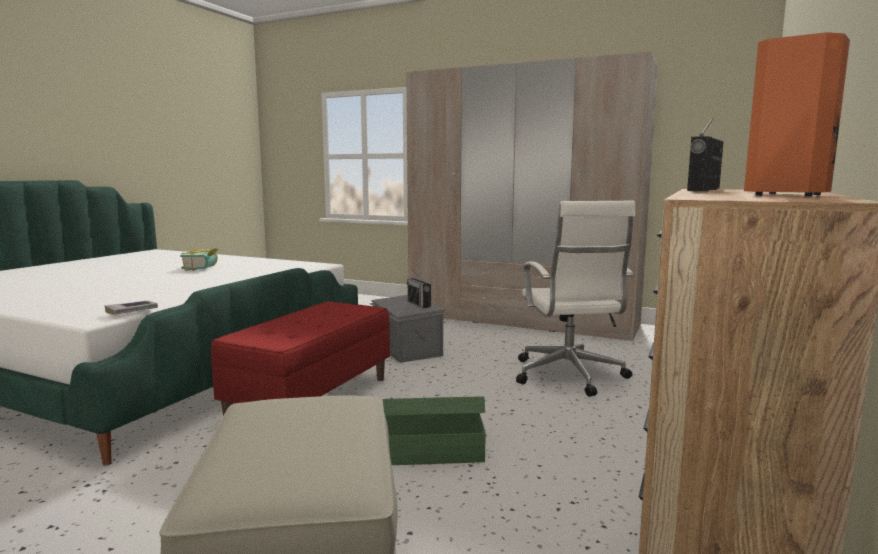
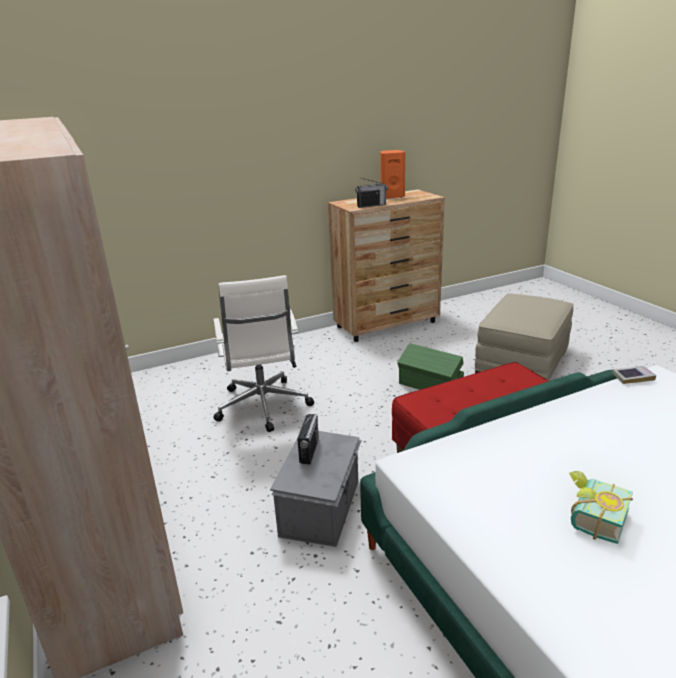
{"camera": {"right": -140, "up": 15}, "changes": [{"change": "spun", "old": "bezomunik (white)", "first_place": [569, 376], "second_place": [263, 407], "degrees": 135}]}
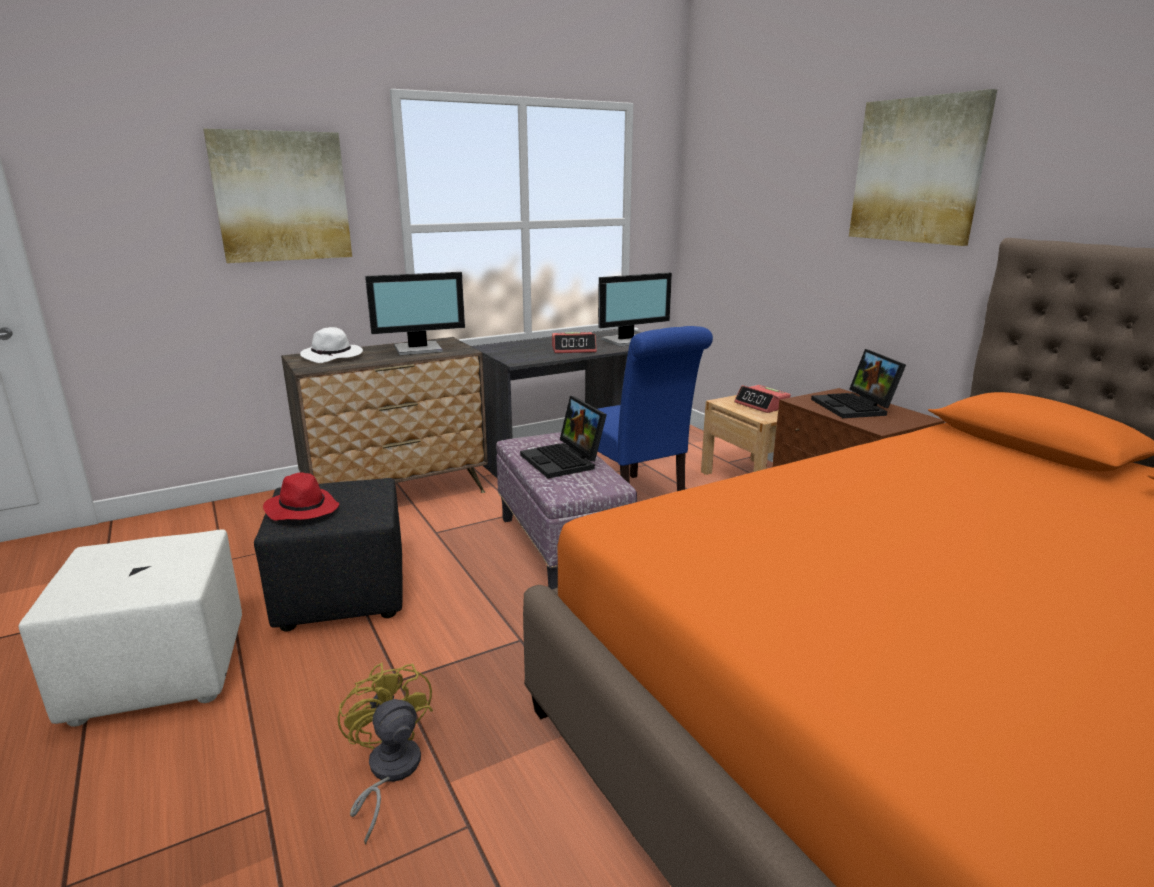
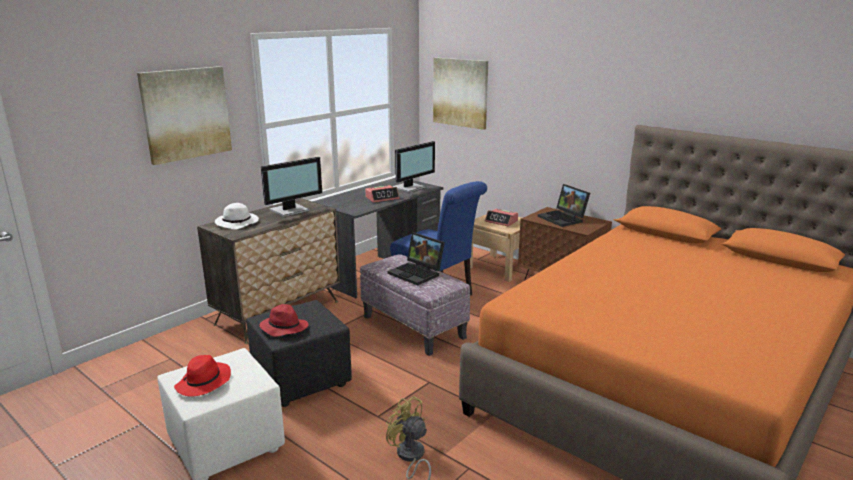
{"camera": {"right": -20, "up": 0}, "changes": [{"change": "relocated", "old": "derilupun", "first_place": [917, 171], "second_place": [460, 92]}, {"change": "appeared", "new": "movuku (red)", "second_place": [204, 383]}]}
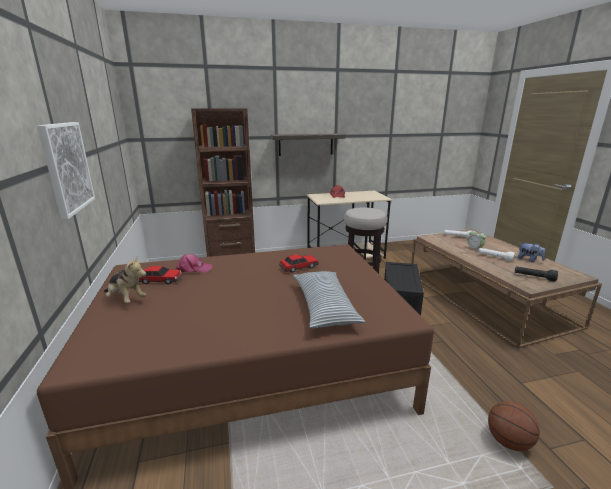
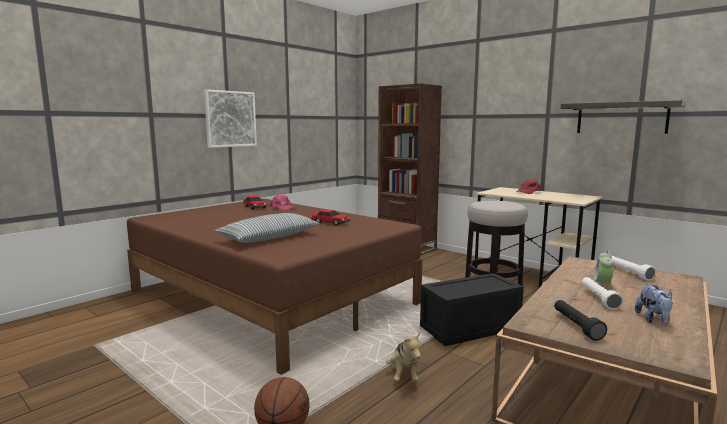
{"camera": {"right": 55, "up": -10}, "changes": [{"change": "relocated", "old": "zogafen", "first_place": [306, 144], "second_place": [621, 118]}, {"change": "relocated", "old": "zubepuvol", "first_place": [126, 299], "second_place": [404, 375]}]}
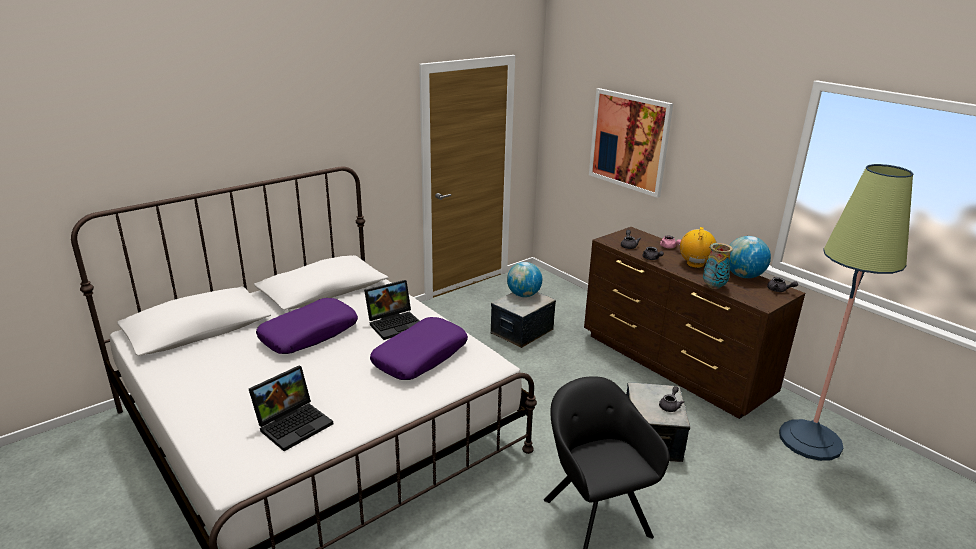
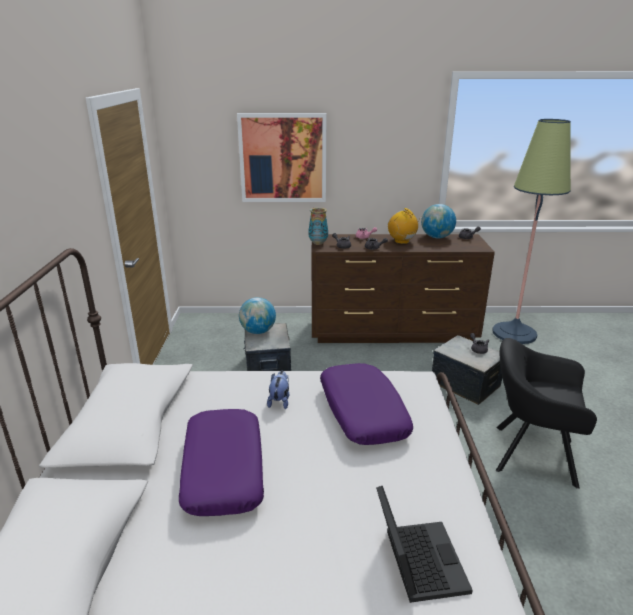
{"camera": {"right": -50, "up": 0}, "changes": [{"change": "relocated", "old": "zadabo", "first_place": [713, 287], "second_place": [318, 243]}, {"change": "exchanged", "old": "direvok", "new": "zubepuvol", "first_place": [396, 323], "second_place": [279, 401]}]}
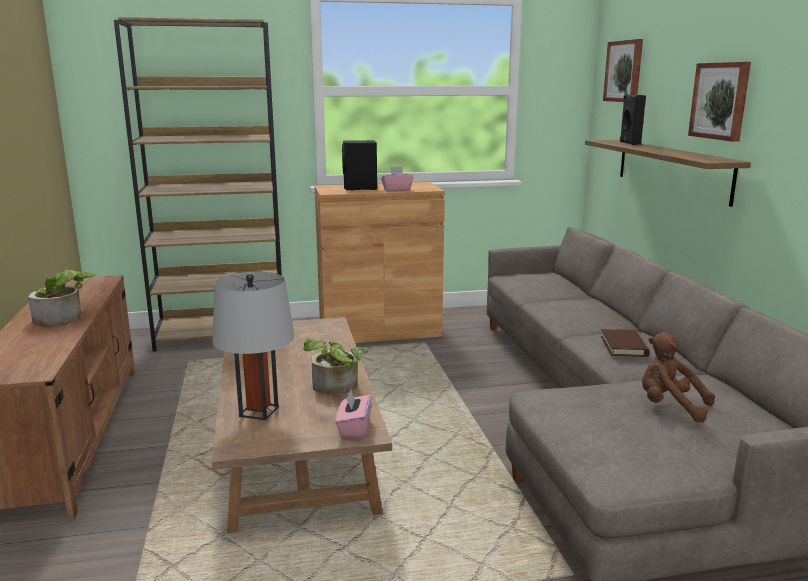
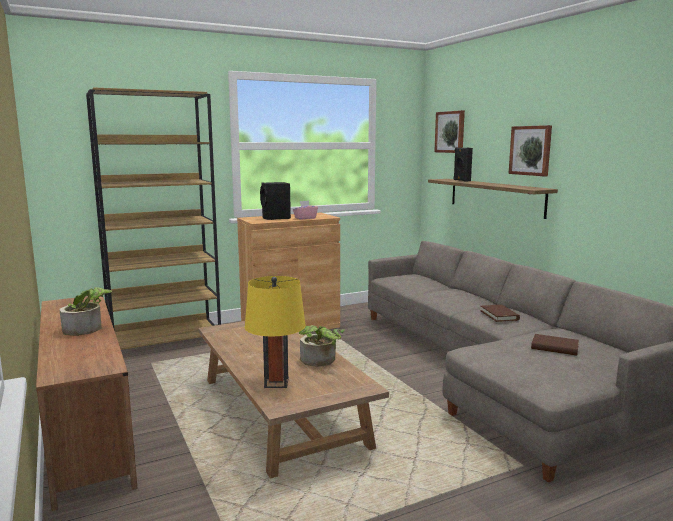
{"camera": {"right": -15, "up": -5}, "changes": [{"change": "colour", "old": "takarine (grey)", "new": "takarine (yellow)", "first_place": [259, 411], "second_place": [276, 382]}, {"change": "exchanged", "old": "zubepuvol (brown)", "new": "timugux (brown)", "first_place": [669, 407], "second_place": [554, 347]}, {"change": "missing", "old": "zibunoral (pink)", "first_place": [354, 428]}]}
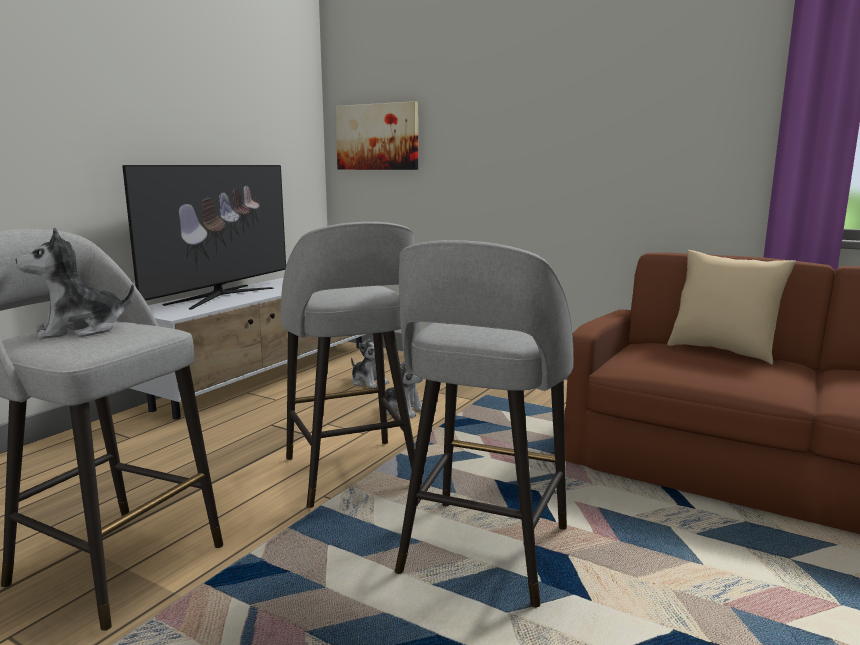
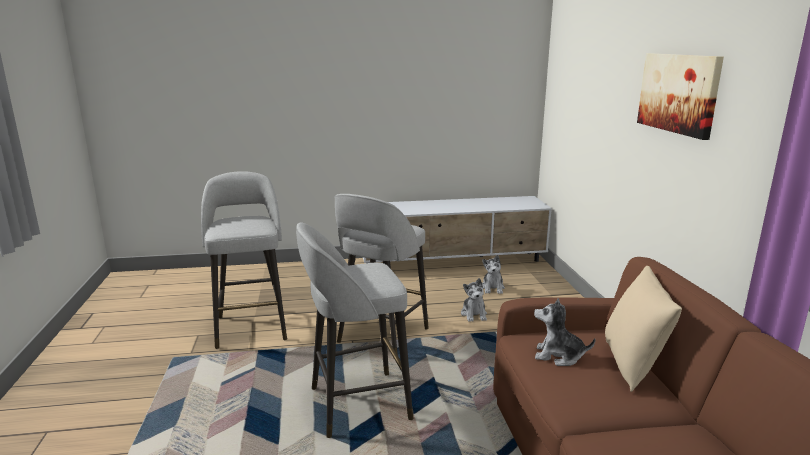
{"camera": {"right": 50, "up": 5}, "changes": [{"change": "relocated", "old": "derilupun", "first_place": [377, 137], "second_place": [678, 93]}, {"change": "missing", "old": "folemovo", "first_place": [220, 296]}, {"change": "relocated", "old": "zubepuvol", "first_place": [80, 330], "second_place": [558, 356]}]}
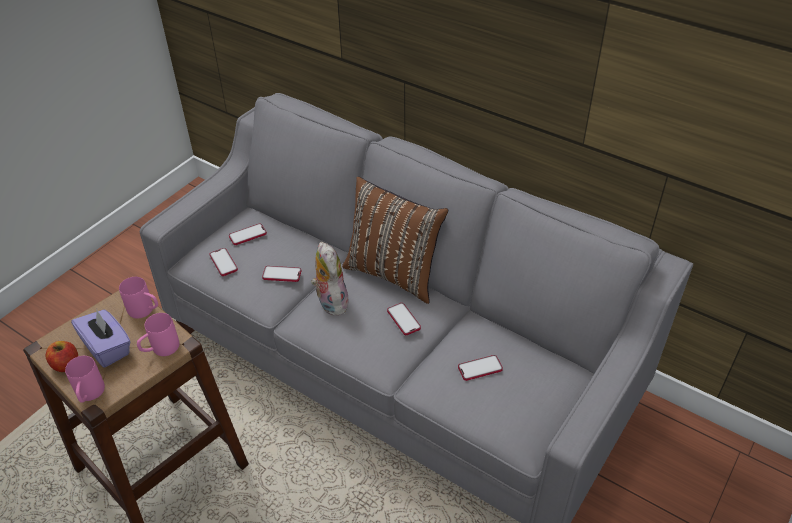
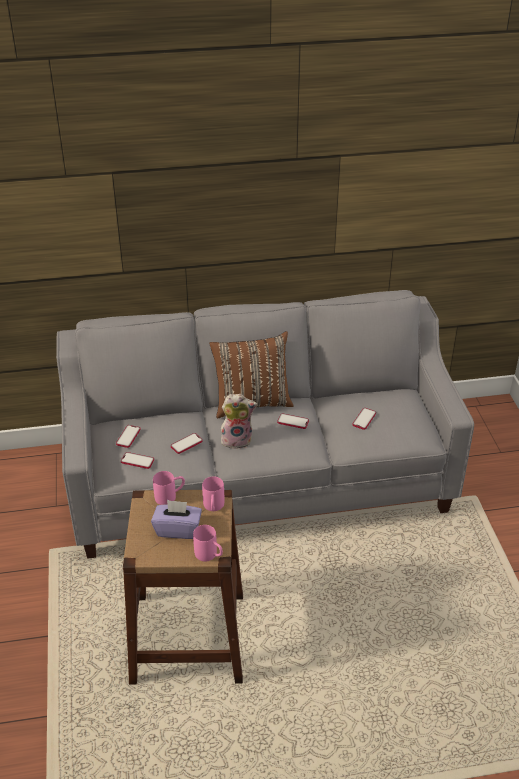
{"camera": {"right": -45, "up": -5}, "changes": [{"change": "spun", "old": "zubepuvol", "first_place": [330, 302], "second_place": [237, 440], "degrees": 150}, {"change": "missing", "old": "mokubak", "first_place": [66, 364]}]}
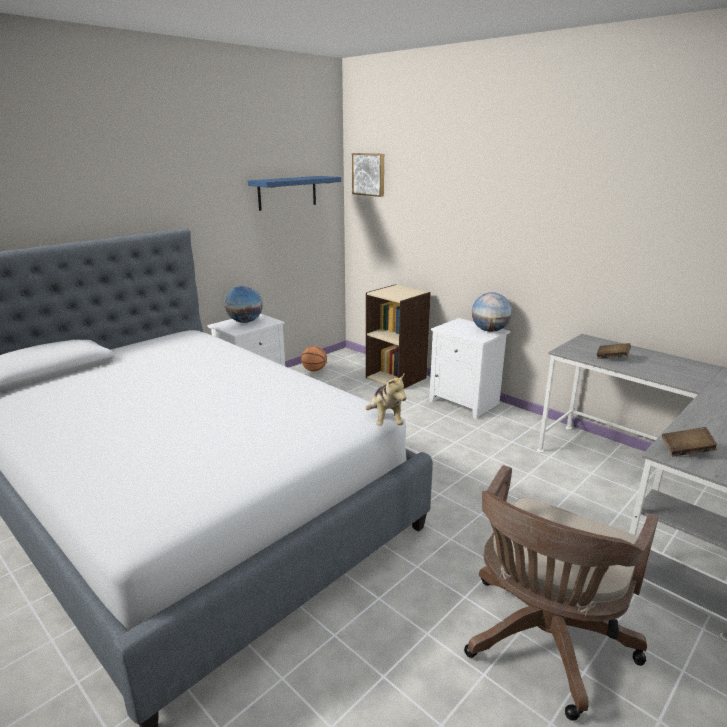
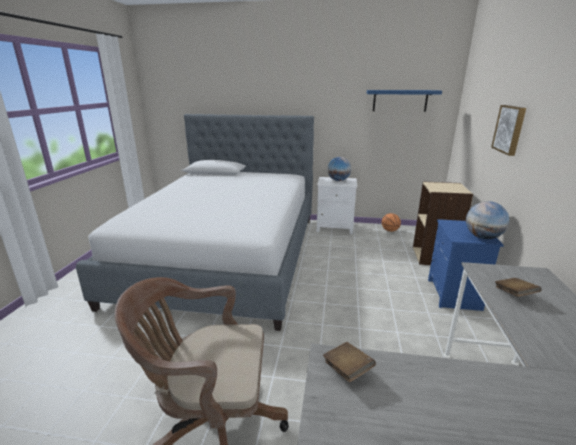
{"camera": {"right": 55, "up": 0}, "changes": [{"change": "relocated", "old": "derilupun", "first_place": [369, 174], "second_place": [510, 129]}, {"change": "colour", "old": "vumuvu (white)", "new": "vumuvu (blue)", "first_place": [466, 402], "second_place": [455, 295]}, {"change": "missing", "old": "zubepuvol", "first_place": [385, 420]}]}
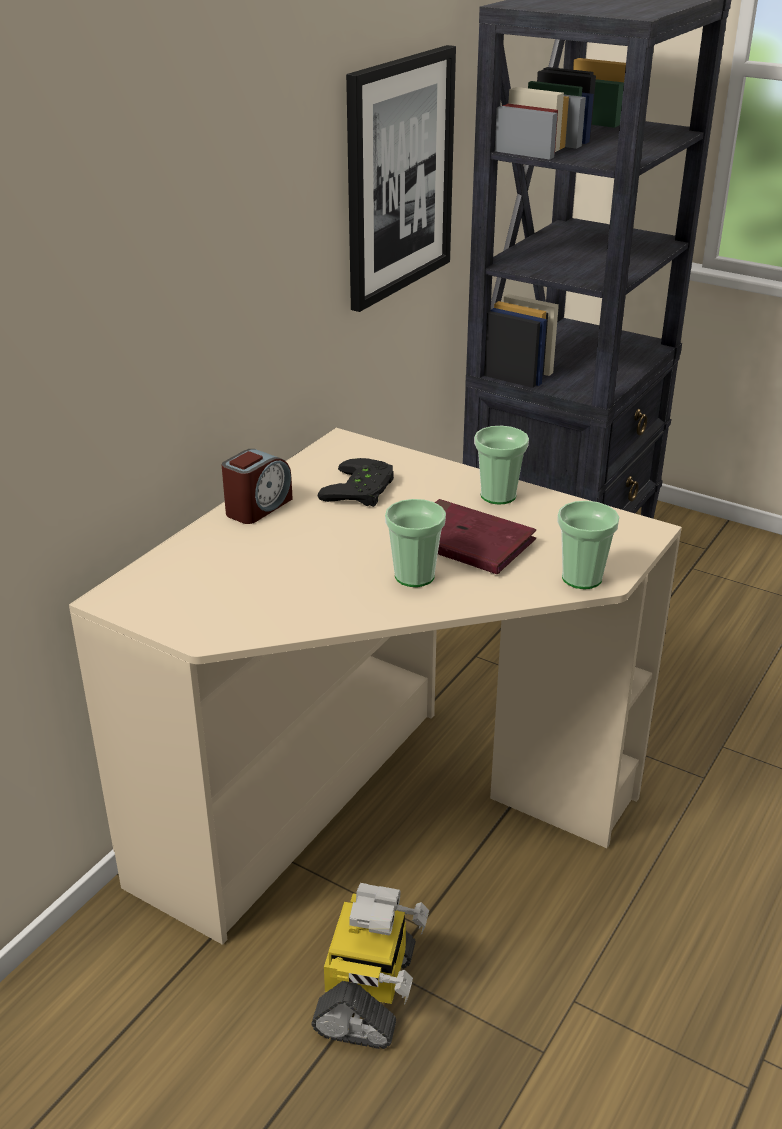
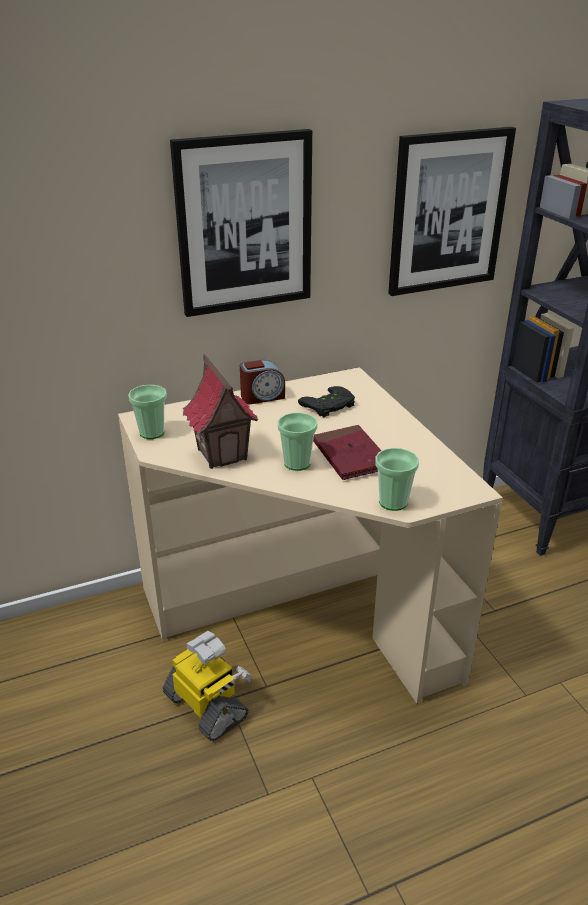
{"camera": {"right": 35, "up": 0}, "changes": [{"change": "relocated", "old": "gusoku", "first_place": [498, 495], "second_place": [152, 432]}, {"change": "spun", "old": "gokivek", "first_place": [368, 993], "second_place": [207, 706], "degrees": -90}, {"change": "appeared", "new": "derilupun", "second_place": [244, 224]}, {"change": "appeared", "new": "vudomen", "second_place": [223, 454]}]}
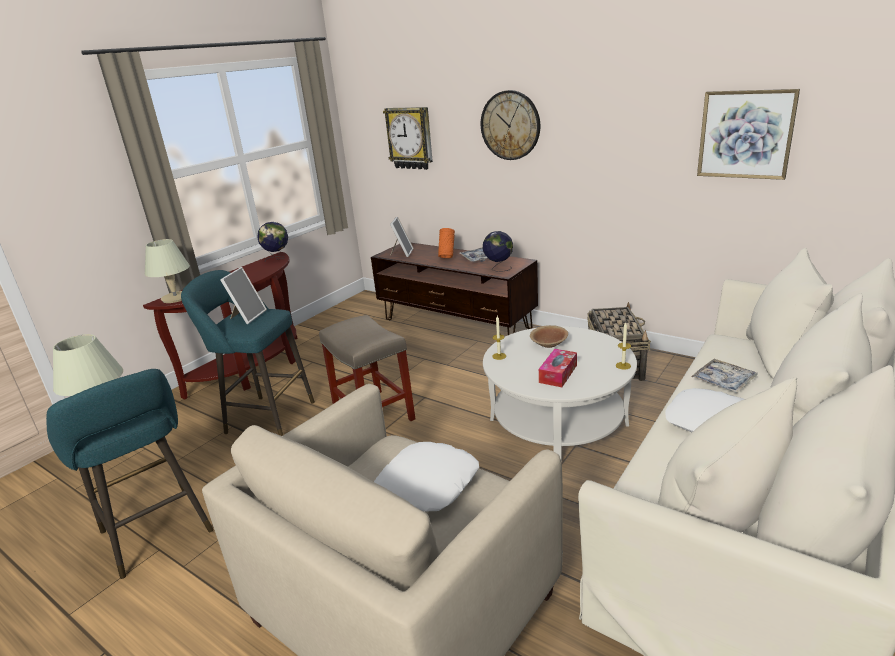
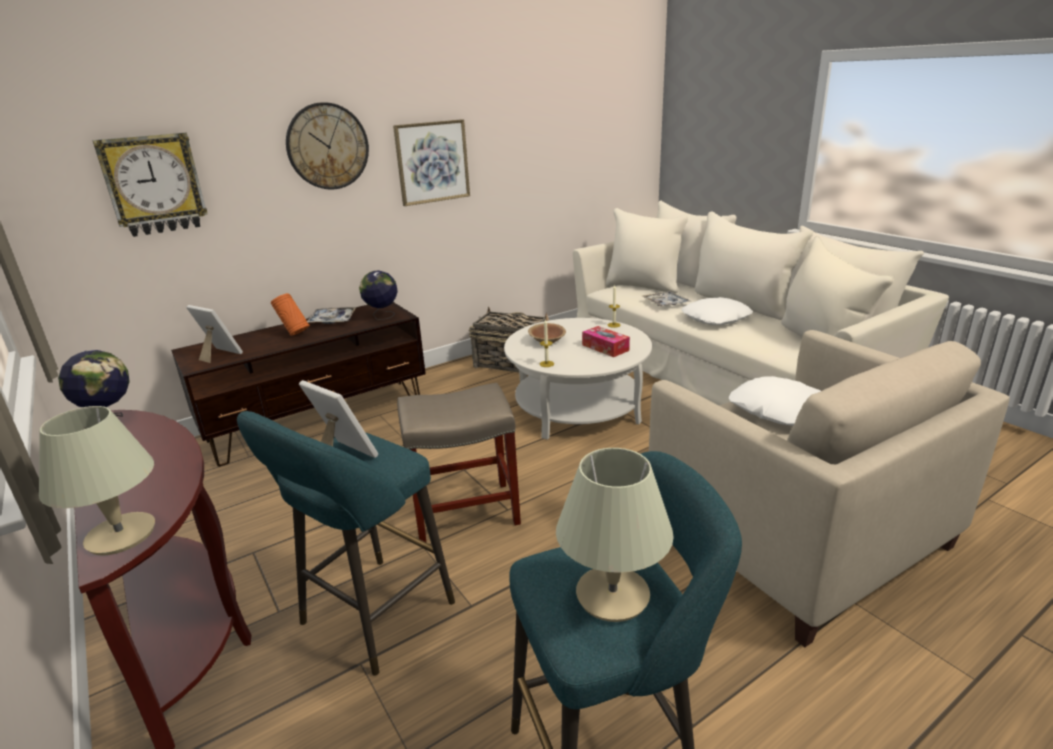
{"camera": {"right": -70, "up": 0}, "changes": [{"change": "relocated", "old": "derilupun", "first_place": [745, 134], "second_place": [432, 162]}]}
